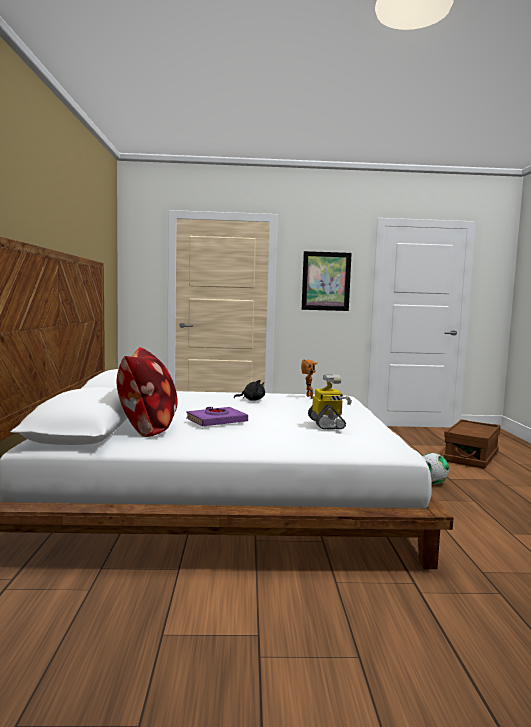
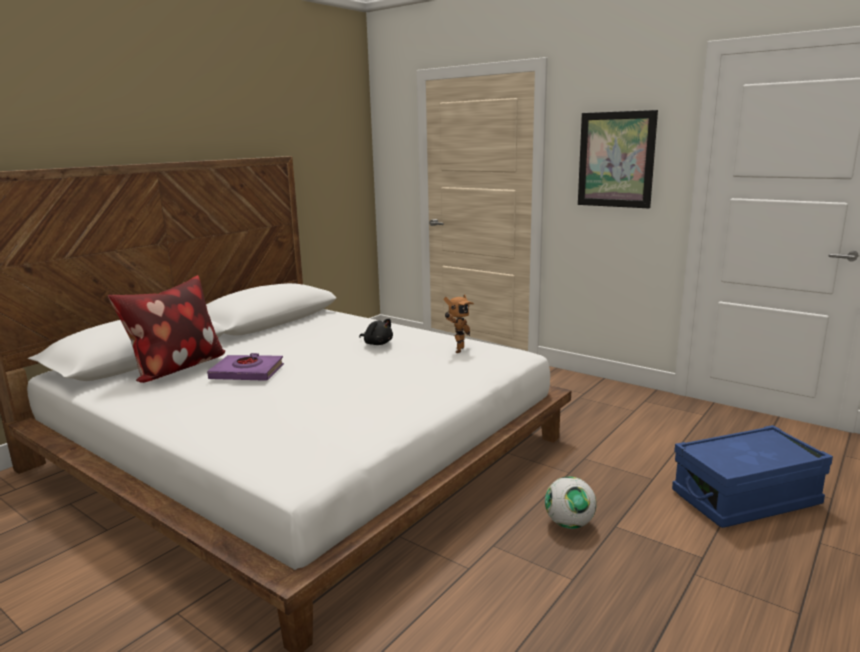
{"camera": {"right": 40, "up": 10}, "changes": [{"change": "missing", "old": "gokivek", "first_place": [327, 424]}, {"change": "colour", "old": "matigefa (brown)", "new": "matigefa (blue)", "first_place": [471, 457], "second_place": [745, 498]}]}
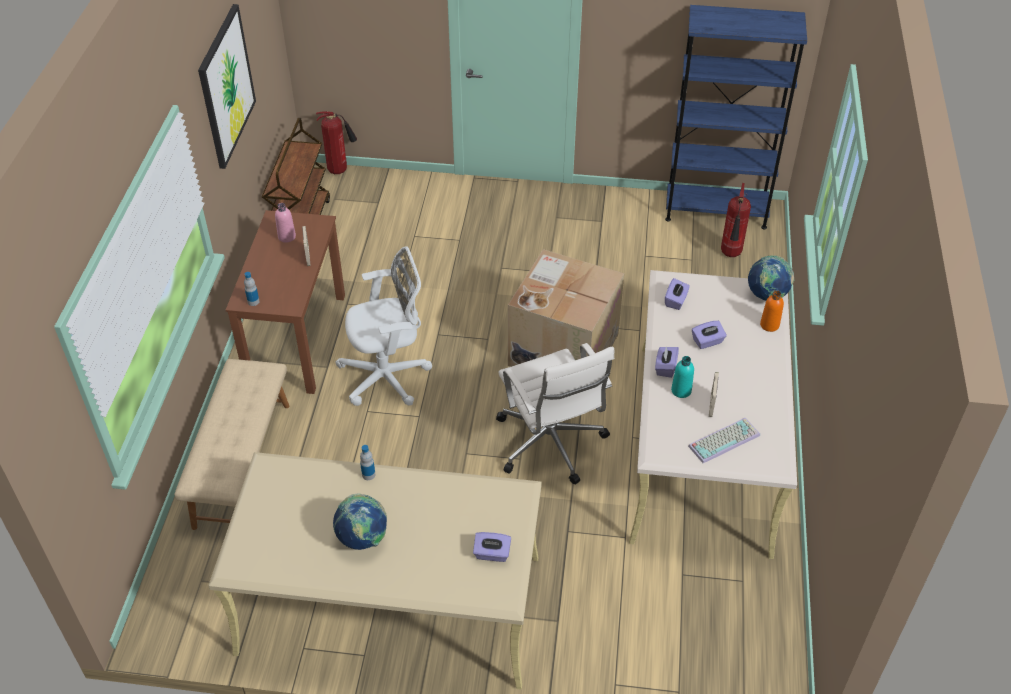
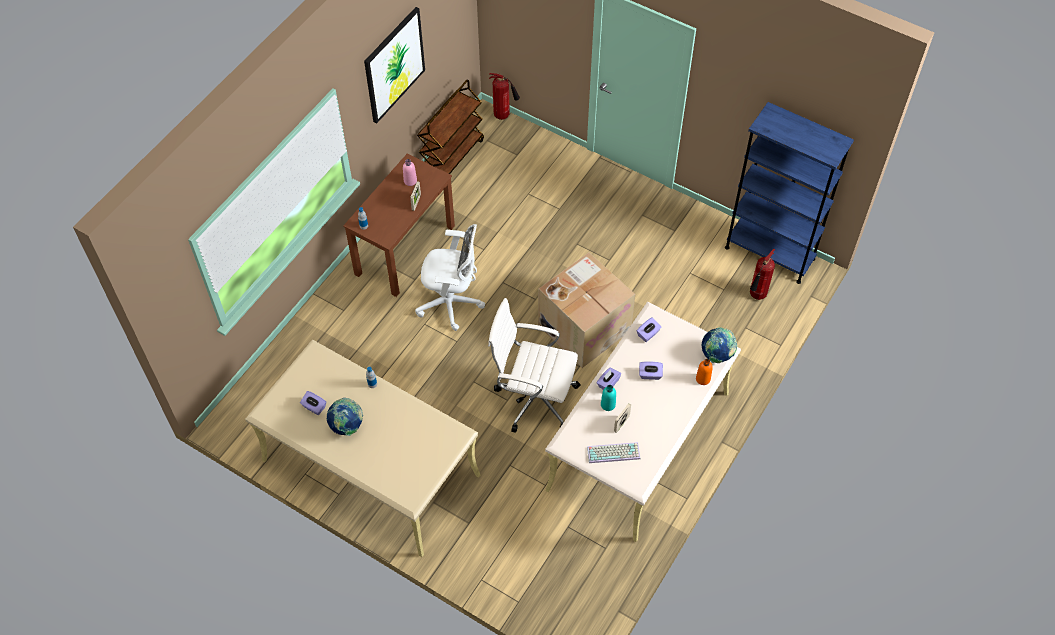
{"camera": {"right": 25, "up": 10}, "changes": [{"change": "spun", "old": "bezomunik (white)", "first_place": [551, 444], "second_place": [534, 398], "degrees": 105}, {"change": "missing", "old": "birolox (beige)", "first_place": [241, 464]}, {"change": "relocated", "old": "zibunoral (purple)", "first_place": [492, 554], "second_place": [314, 407]}]}
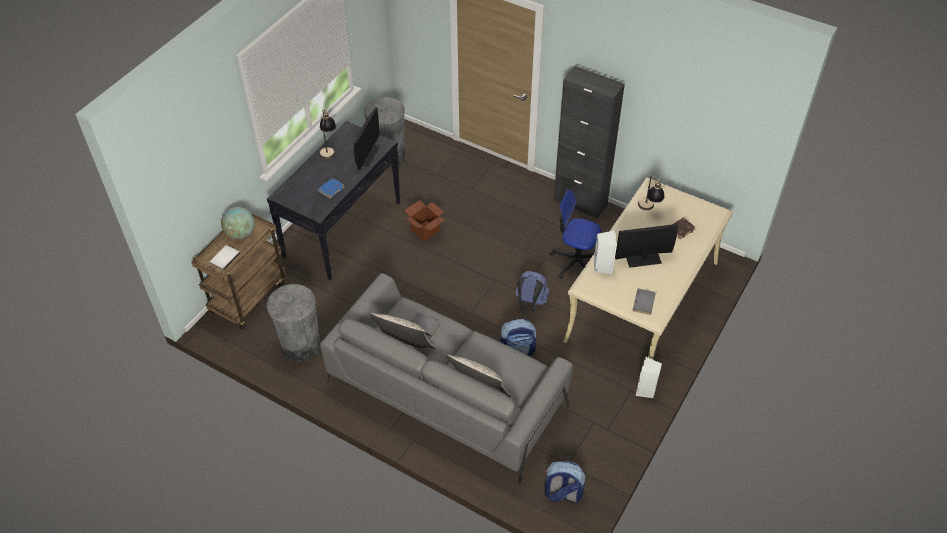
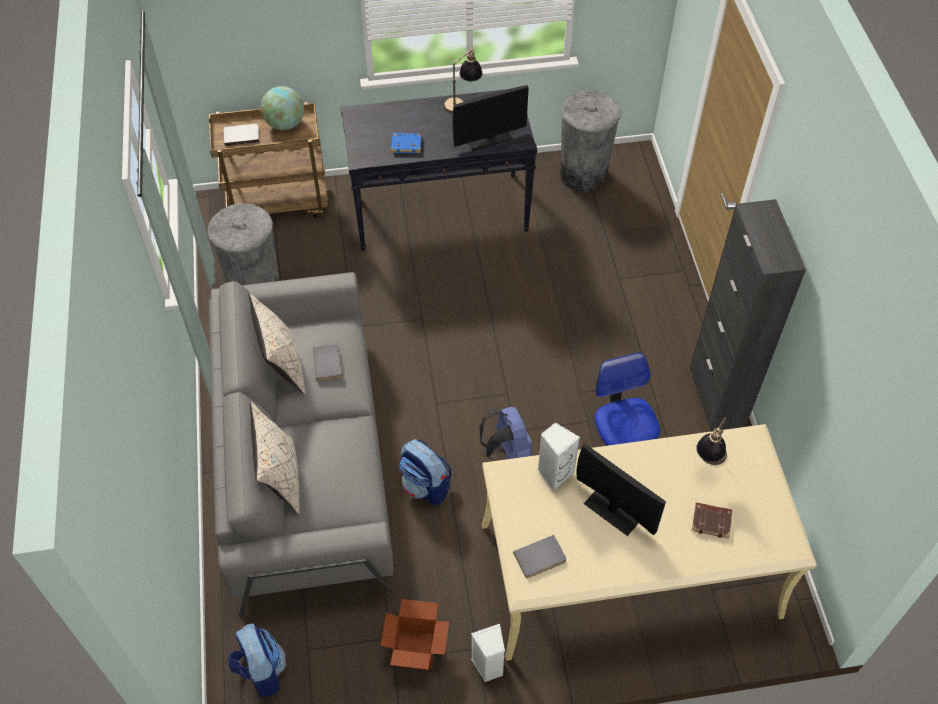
{"camera": {"right": 50, "up": 5}, "changes": [{"change": "relocated", "old": "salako", "first_place": [425, 231], "second_place": [415, 649]}]}
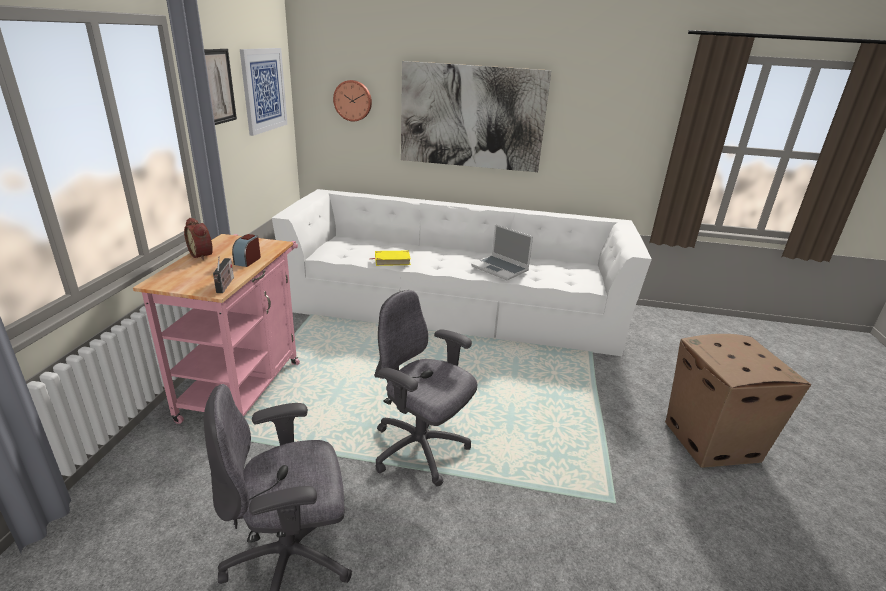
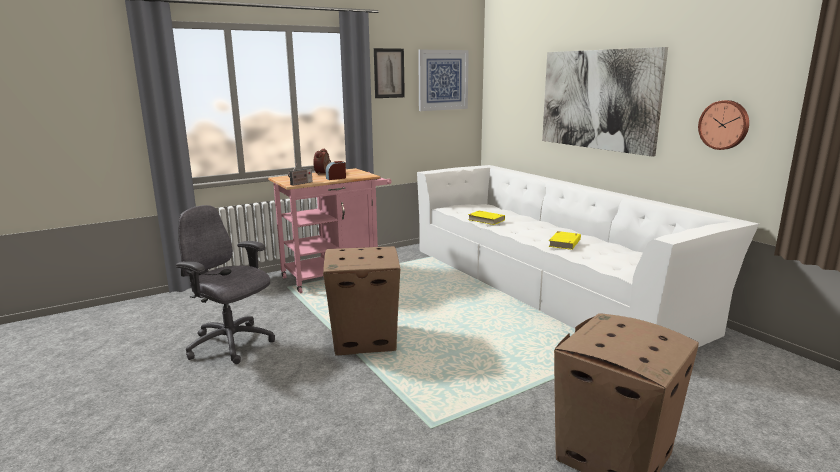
{"camera": {"right": 50, "up": -10}, "changes": [{"change": "relocated", "old": "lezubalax", "first_place": [353, 100], "second_place": [724, 125]}, {"change": "exchanged", "old": "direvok", "new": "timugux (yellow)", "first_place": [500, 269], "second_place": [565, 243]}, {"change": "exchanged", "old": "bezomunik (grey)", "new": "salako", "first_place": [420, 450], "second_place": [365, 339]}]}
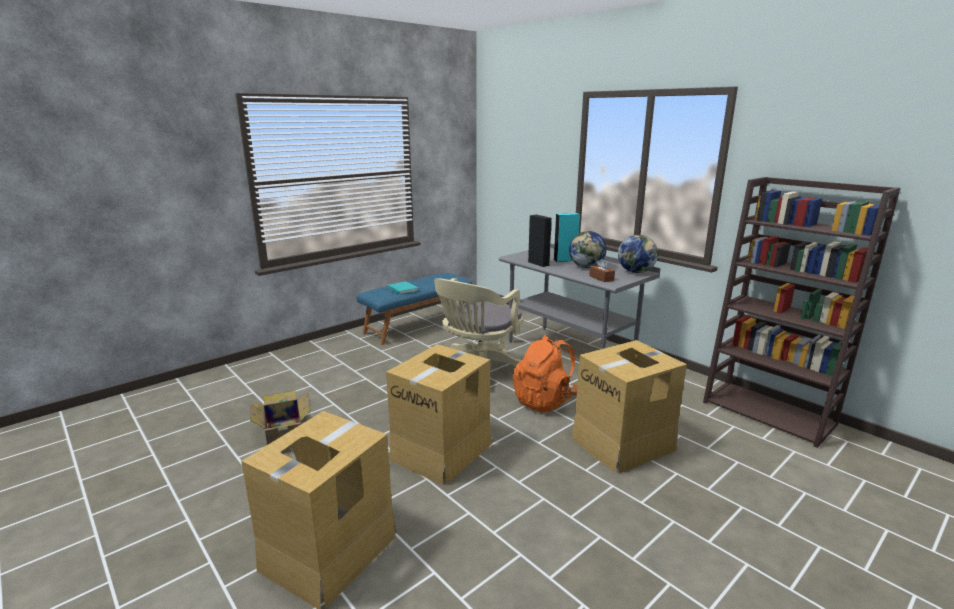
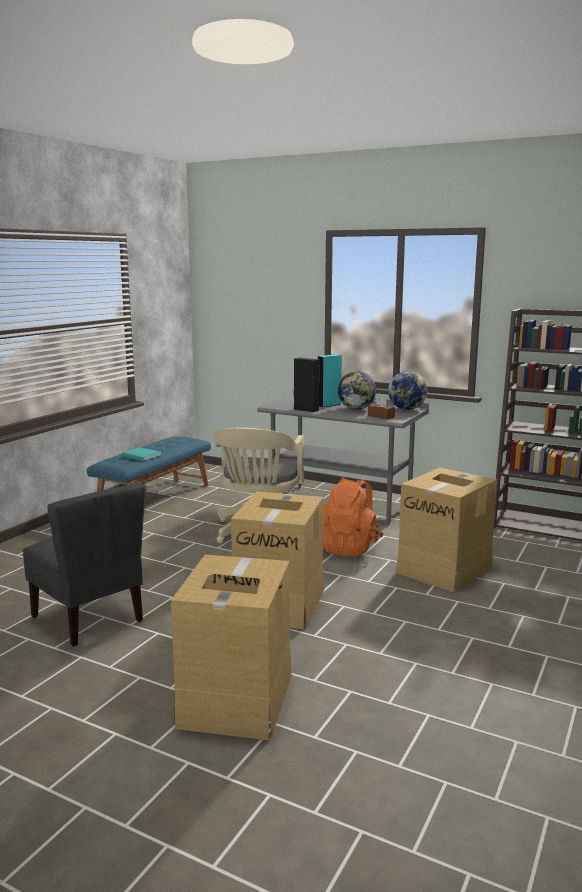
{"camera": {"right": -20, "up": -5}, "changes": [{"change": "exchanged", "old": "salako", "new": "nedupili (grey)", "first_place": [283, 433], "second_place": [89, 618]}]}
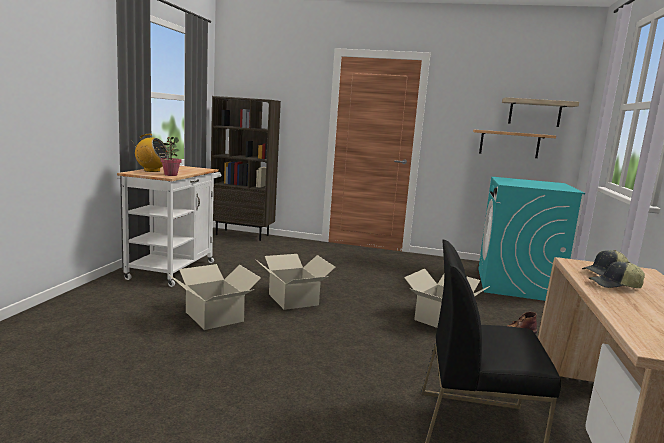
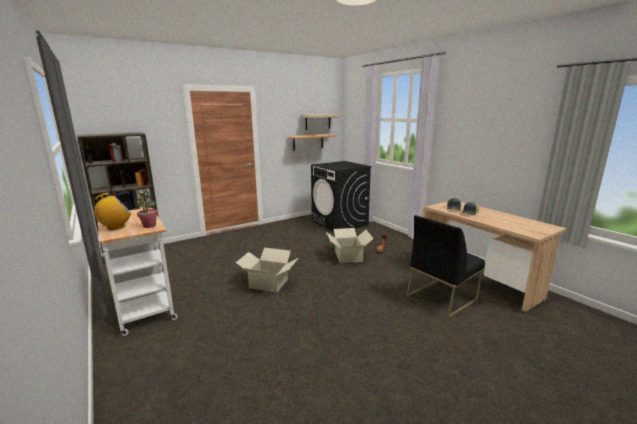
{"camera": {"right": -45, "up": 5}, "changes": [{"change": "colour", "old": "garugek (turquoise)", "new": "garugek (black)", "first_place": [516, 285], "second_place": [339, 223]}, {"change": "missing", "old": "salako", "first_place": [215, 316]}]}
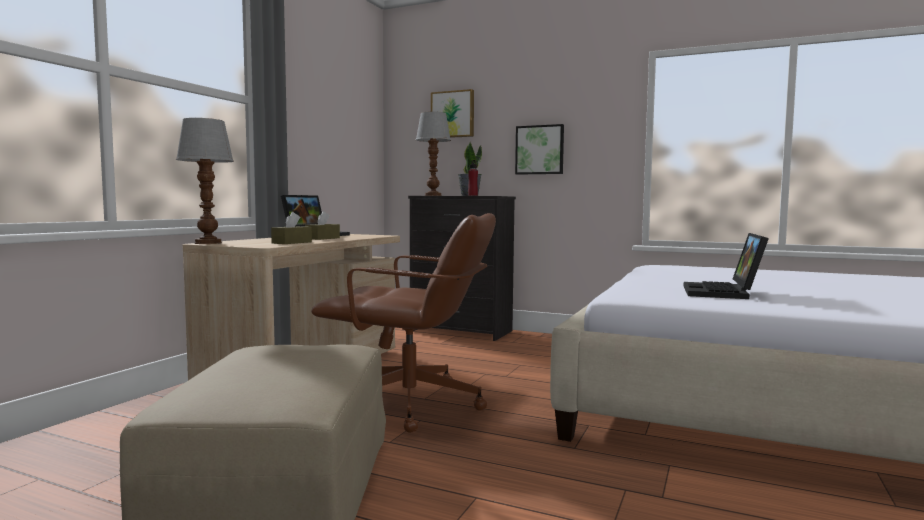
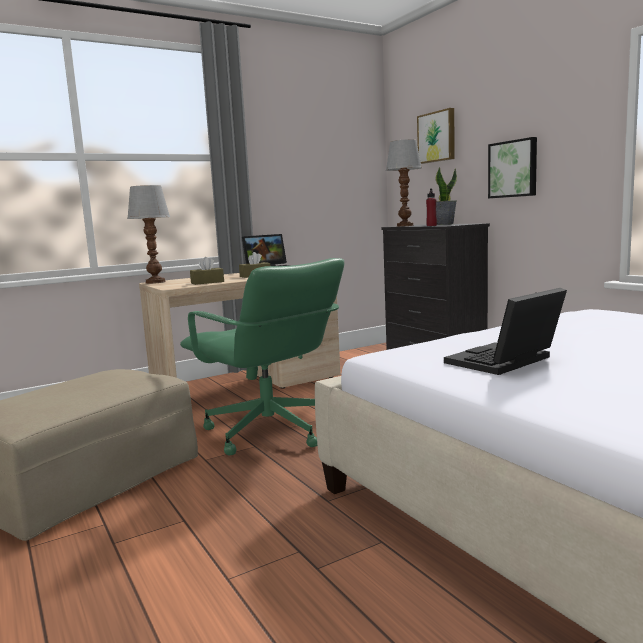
{"camera": {"right": 35, "up": 5}, "changes": [{"change": "colour", "old": "bezomunik (brown)", "new": "bezomunik (green)", "first_place": [411, 405], "second_place": [269, 432]}]}
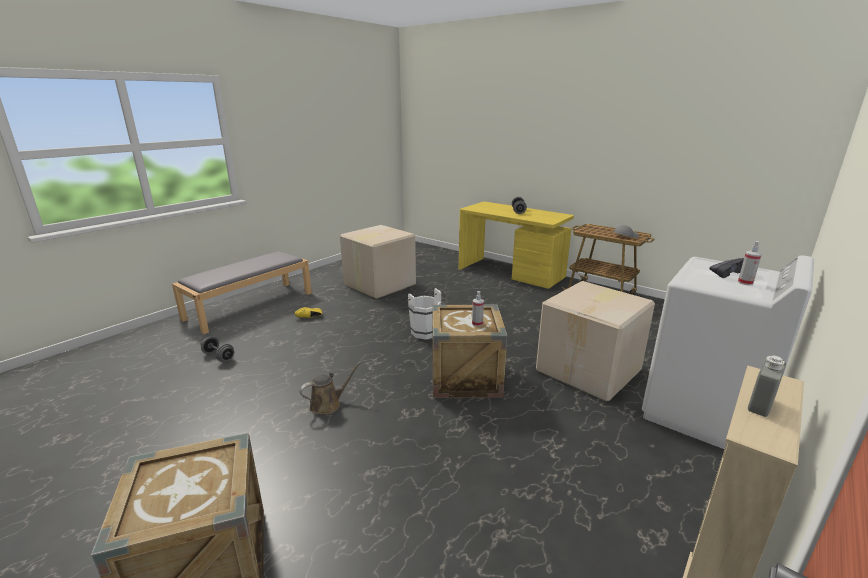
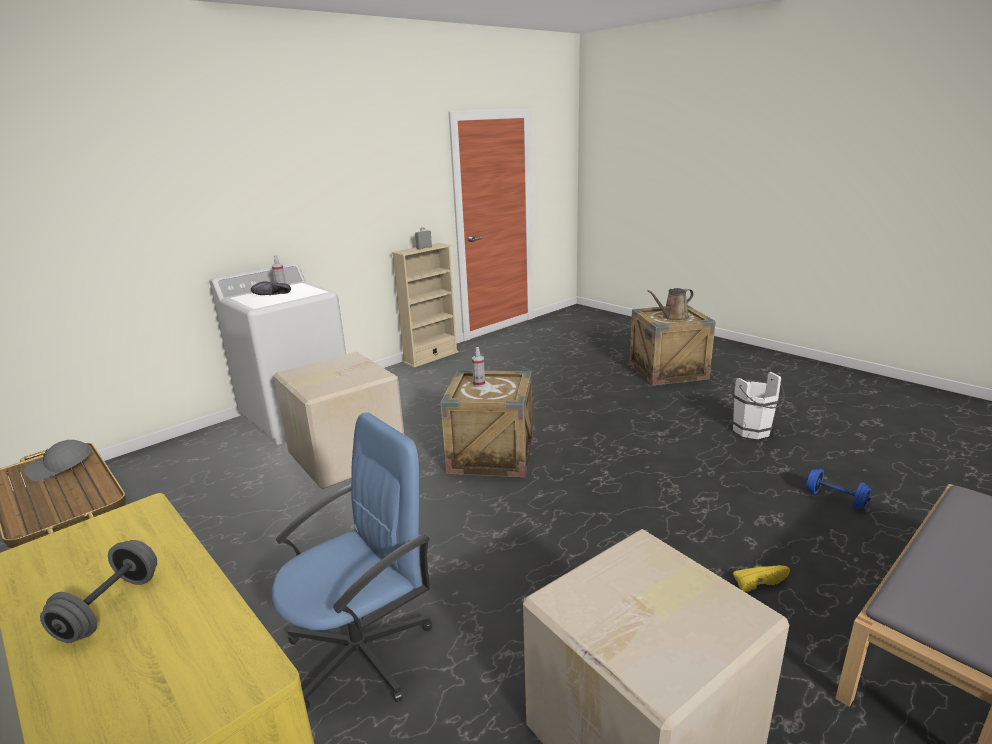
{"camera": {"right": -170, "up": 0}, "changes": [{"change": "relocated", "old": "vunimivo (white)", "first_place": [424, 332], "second_place": [753, 432]}, {"change": "colour", "old": "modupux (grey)", "new": "modupux (blue)", "first_place": [219, 356], "second_place": [835, 499]}, {"change": "relocated", "old": "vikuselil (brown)", "first_place": [328, 404], "second_place": [673, 317]}, {"change": "appeared", "new": "bezomunik (blue)", "second_place": [362, 652]}]}
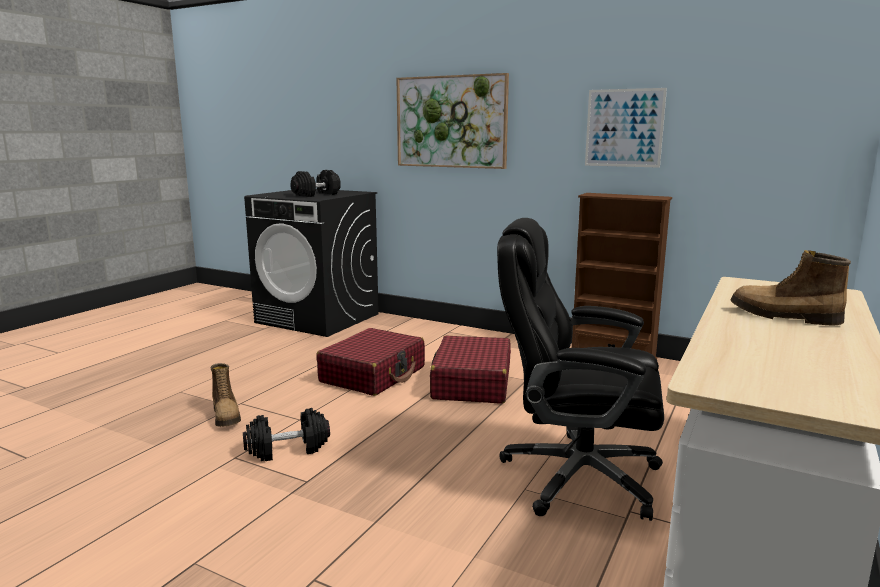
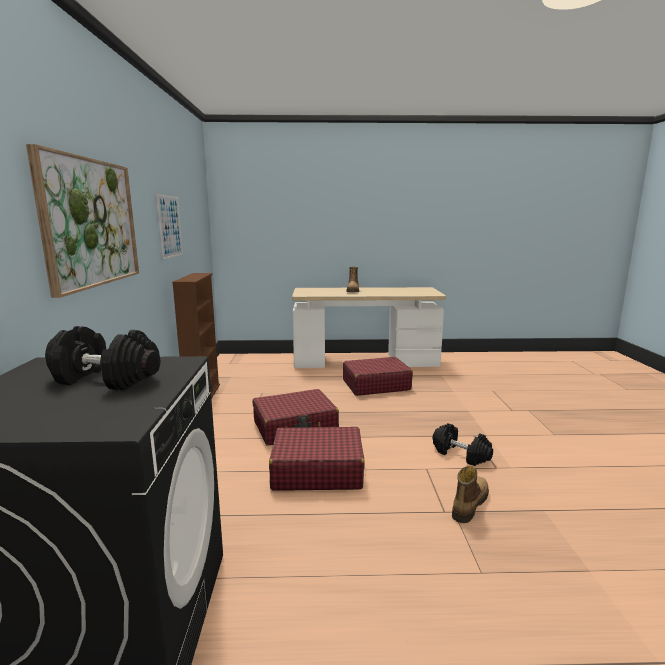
{"camera": {"right": -120, "up": 0}, "changes": [{"change": "exchanged", "old": "bezomunik (black)", "new": "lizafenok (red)", "first_place": [576, 476], "second_place": [375, 385]}]}
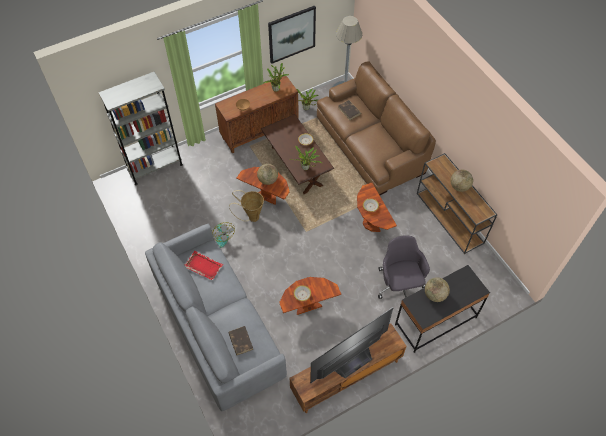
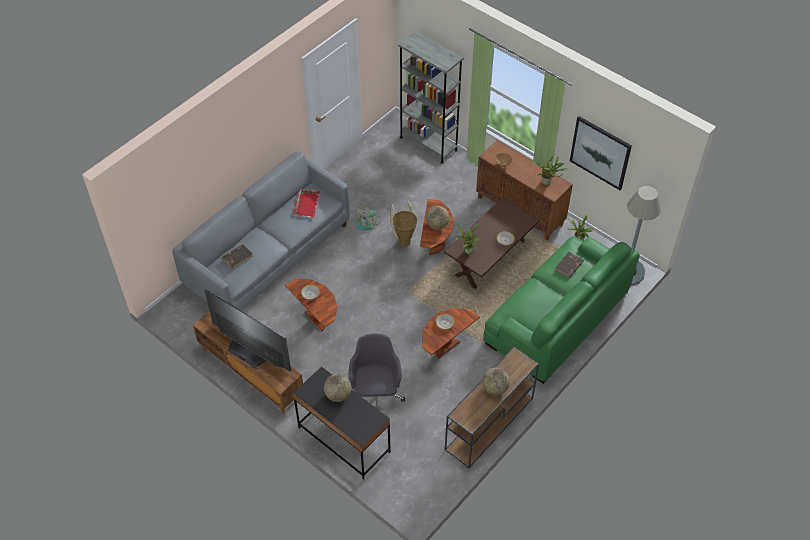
{"camera": {"right": 70, "up": -5}, "changes": [{"change": "colour", "old": "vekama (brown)", "new": "vekama (green)", "first_place": [370, 145], "second_place": [557, 317]}, {"change": "spun", "old": "bezomunik (grey)", "first_place": [399, 285], "second_place": [376, 394], "degrees": -60}]}
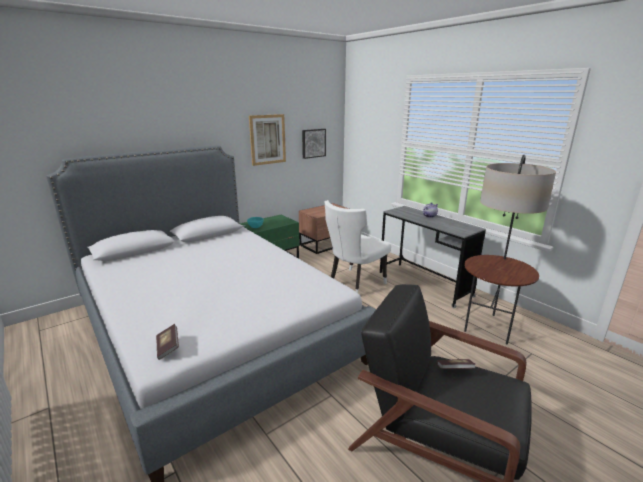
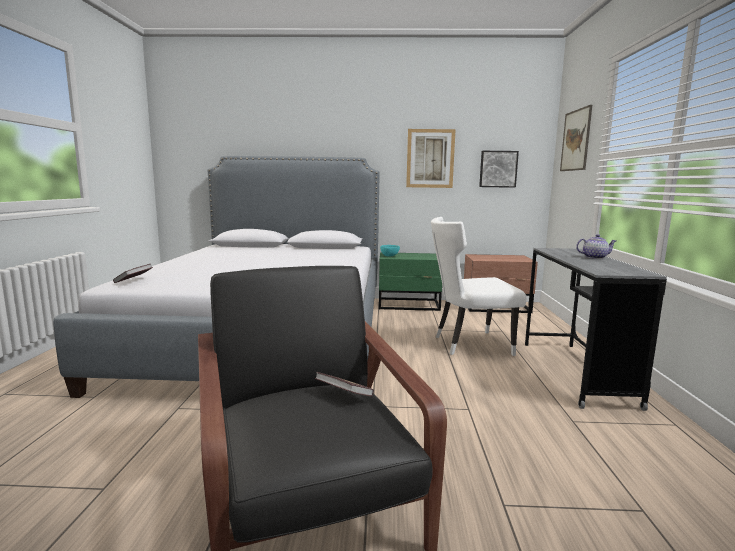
{"camera": {"right": 40, "up": -10}, "changes": [{"change": "missing", "old": "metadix", "first_place": [489, 327]}, {"change": "appeared", "new": "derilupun", "second_place": [575, 140]}]}
